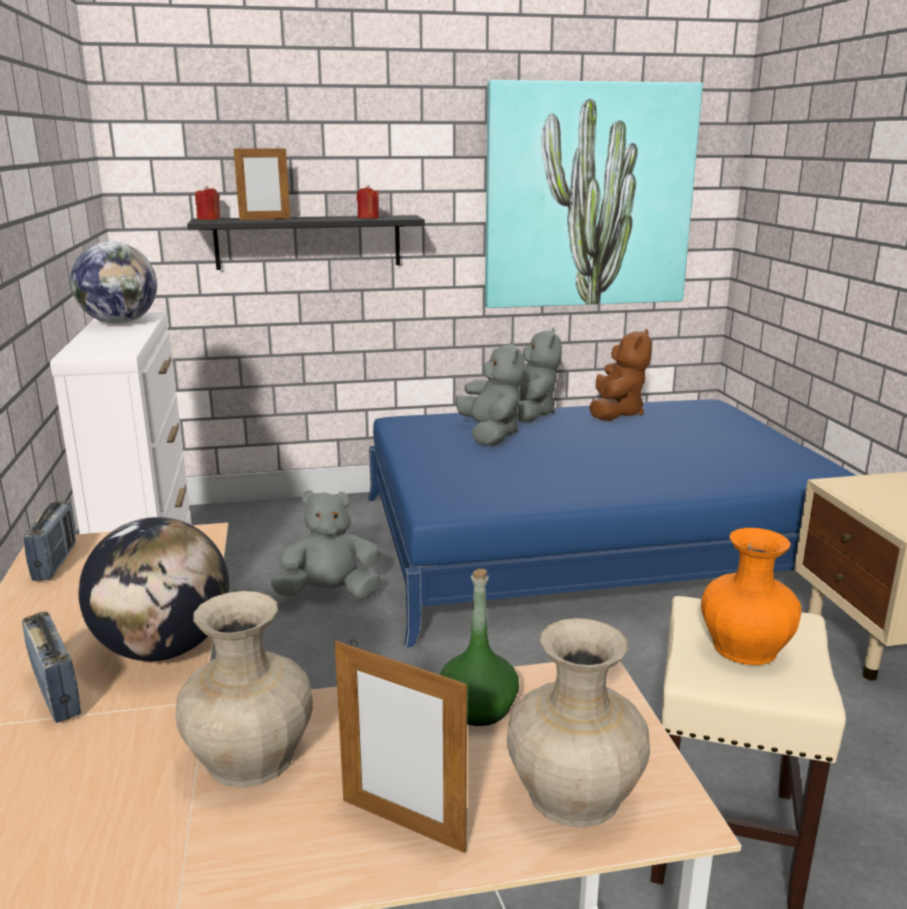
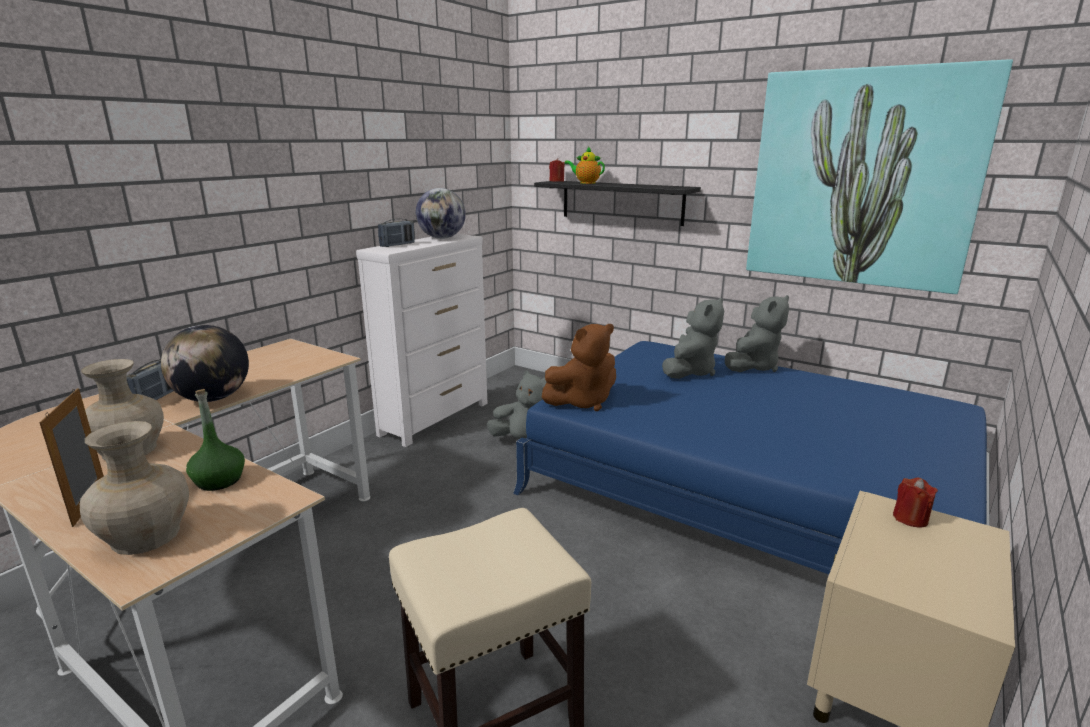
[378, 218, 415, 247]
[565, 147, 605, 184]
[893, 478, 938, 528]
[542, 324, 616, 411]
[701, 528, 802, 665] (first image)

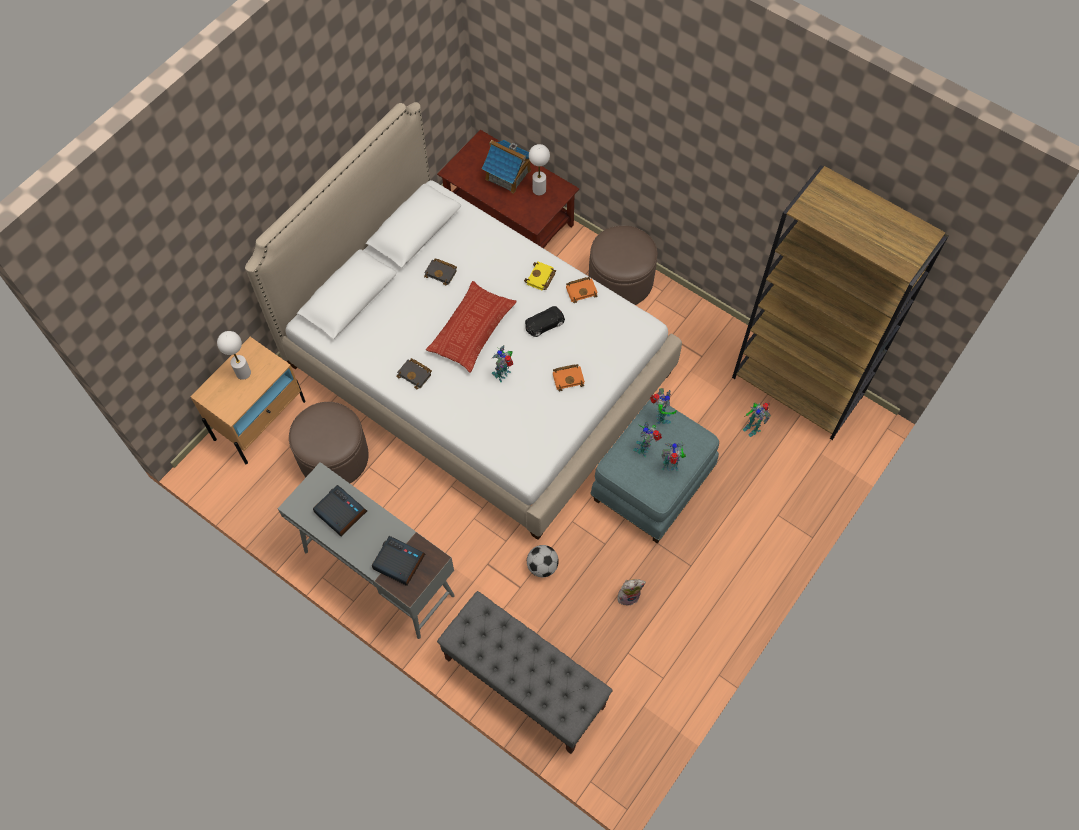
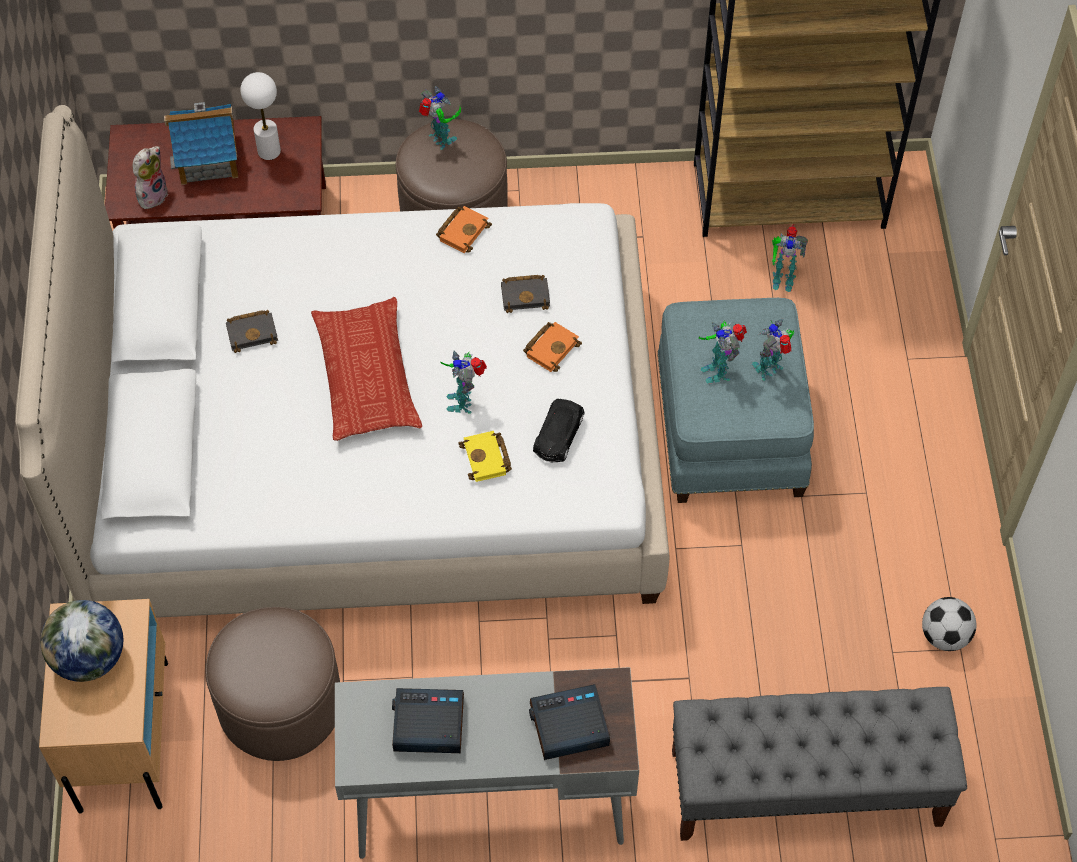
[40, 600, 123, 682]
[501, 275, 550, 313]
[459, 431, 512, 482]
[533, 399, 584, 462]
[922, 597, 976, 651]
[133, 146, 168, 209]
[419, 86, 461, 150]

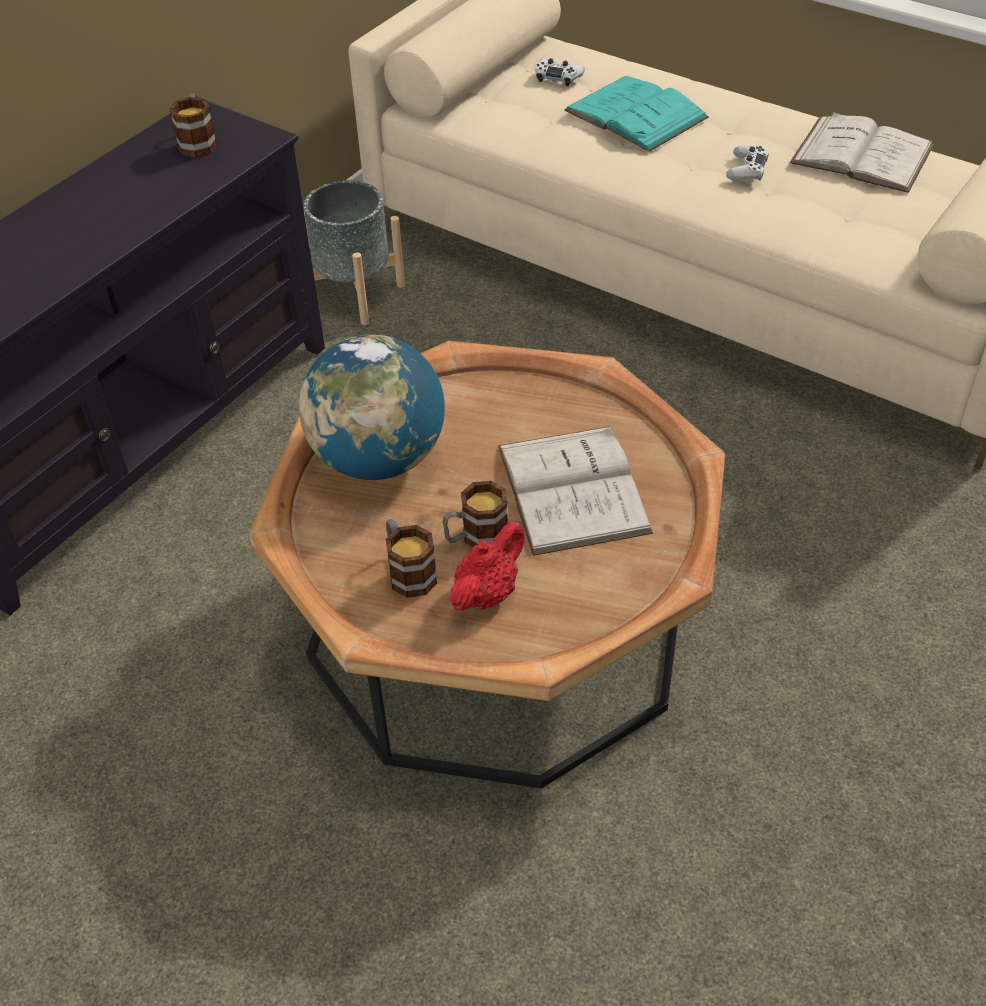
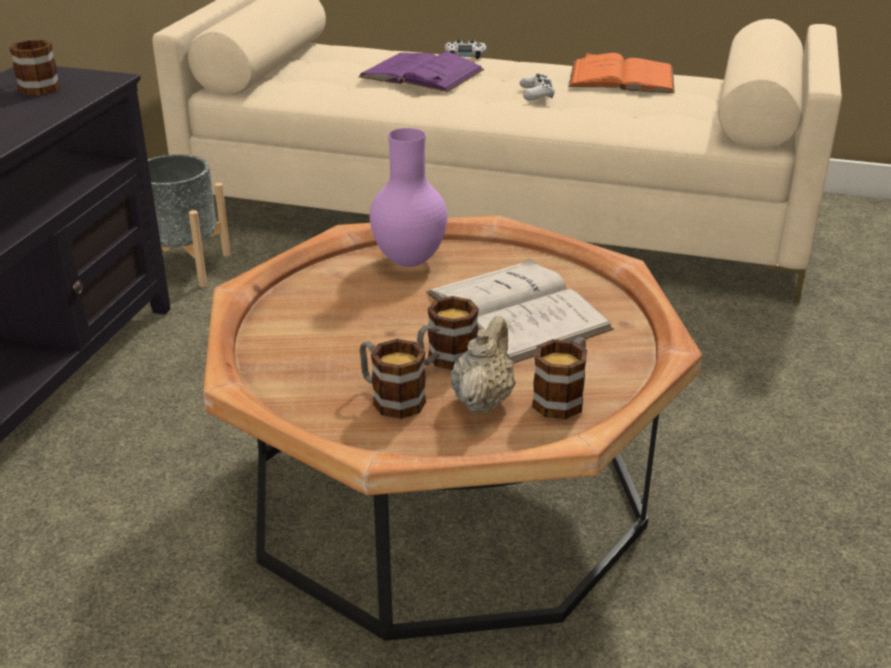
[299, 335, 445, 480] (first image)
[451, 316, 516, 413]
[445, 39, 486, 59]
[358, 52, 484, 92]
[569, 53, 675, 93]
[370, 128, 447, 267]
[532, 337, 587, 419]

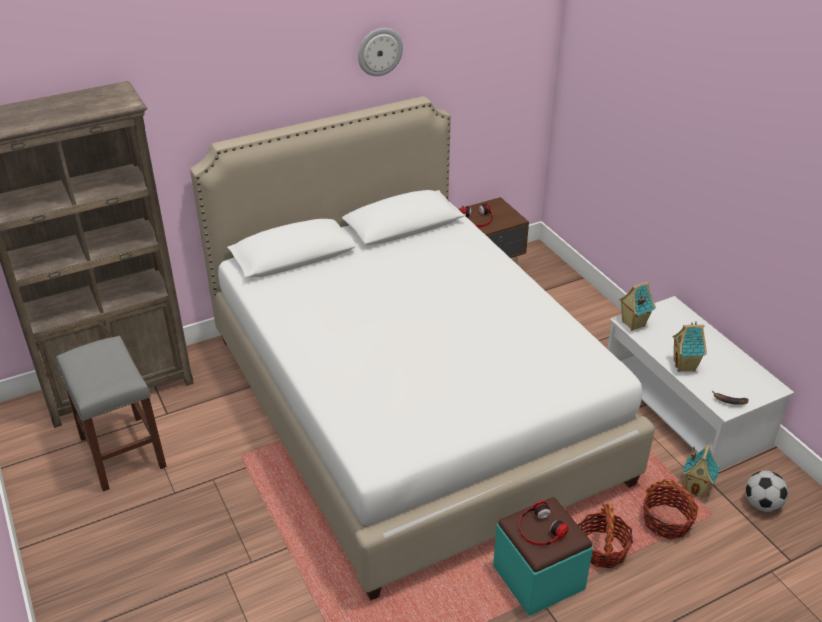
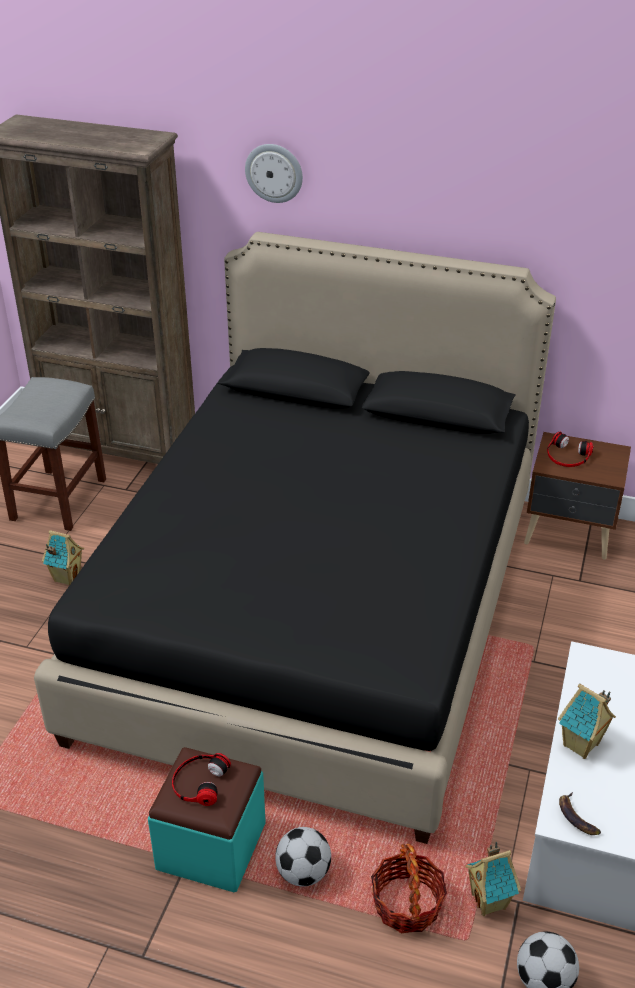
[34, 232, 556, 844]
[245, 144, 303, 203]
[275, 827, 331, 887]
[42, 530, 84, 586]

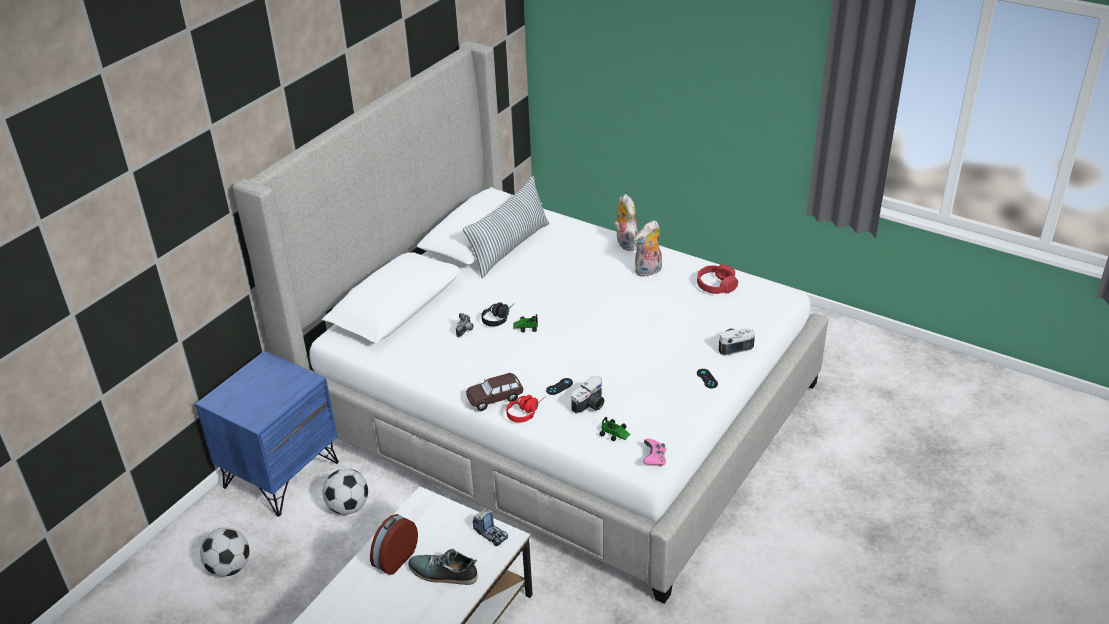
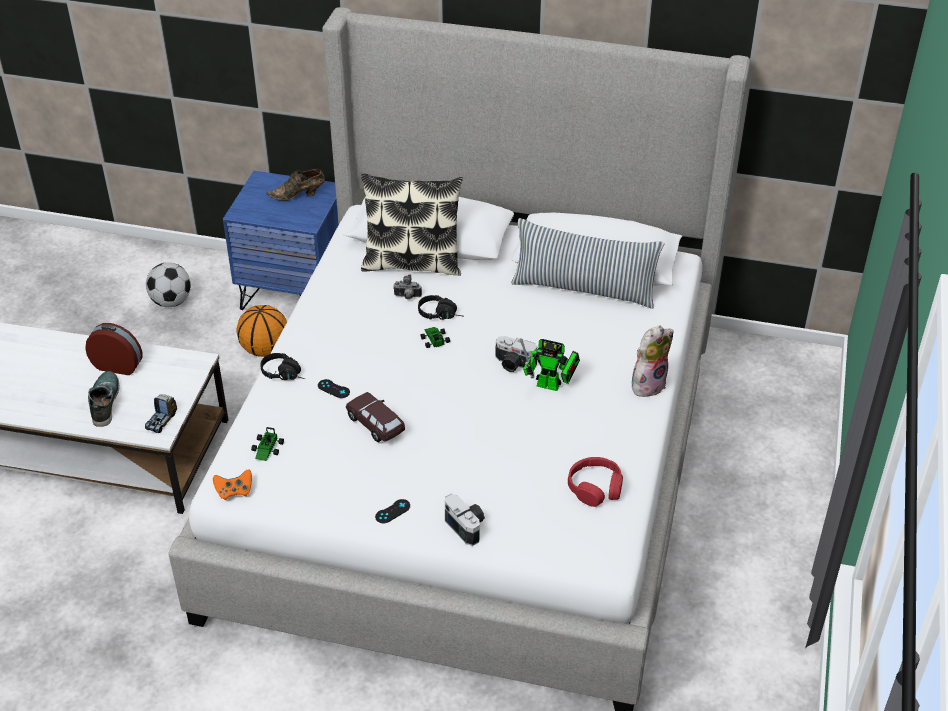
[236, 305, 287, 357]
[346, 392, 405, 442]
[261, 353, 305, 380]
[496, 336, 538, 372]
[633, 220, 662, 277] (first image)
[213, 469, 252, 500]
[266, 169, 325, 201]
[361, 173, 463, 276]
[521, 338, 580, 391]

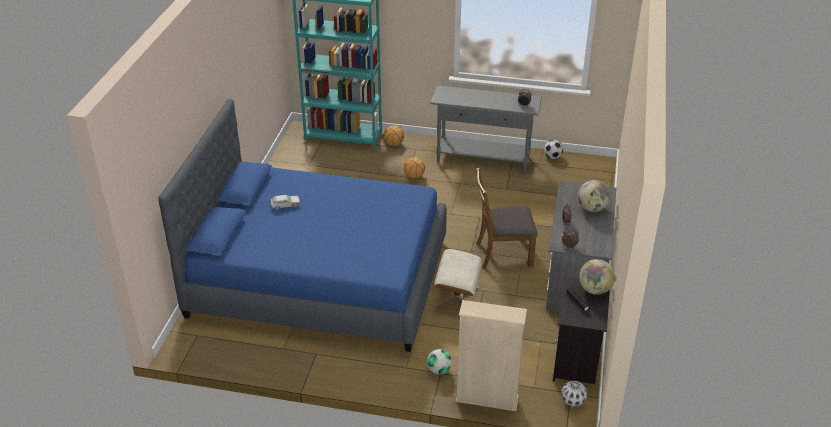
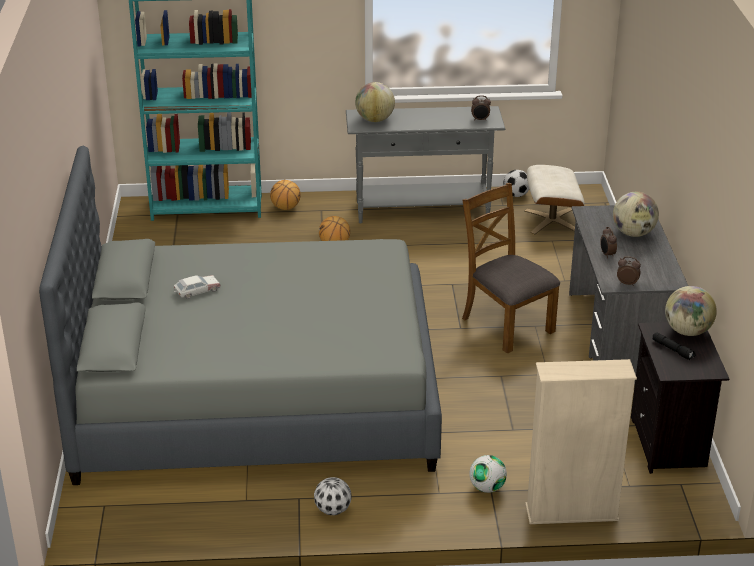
[39, 146, 442, 485]
[524, 165, 585, 235]
[462, 183, 560, 354]
[314, 477, 352, 515]
[355, 82, 395, 122]

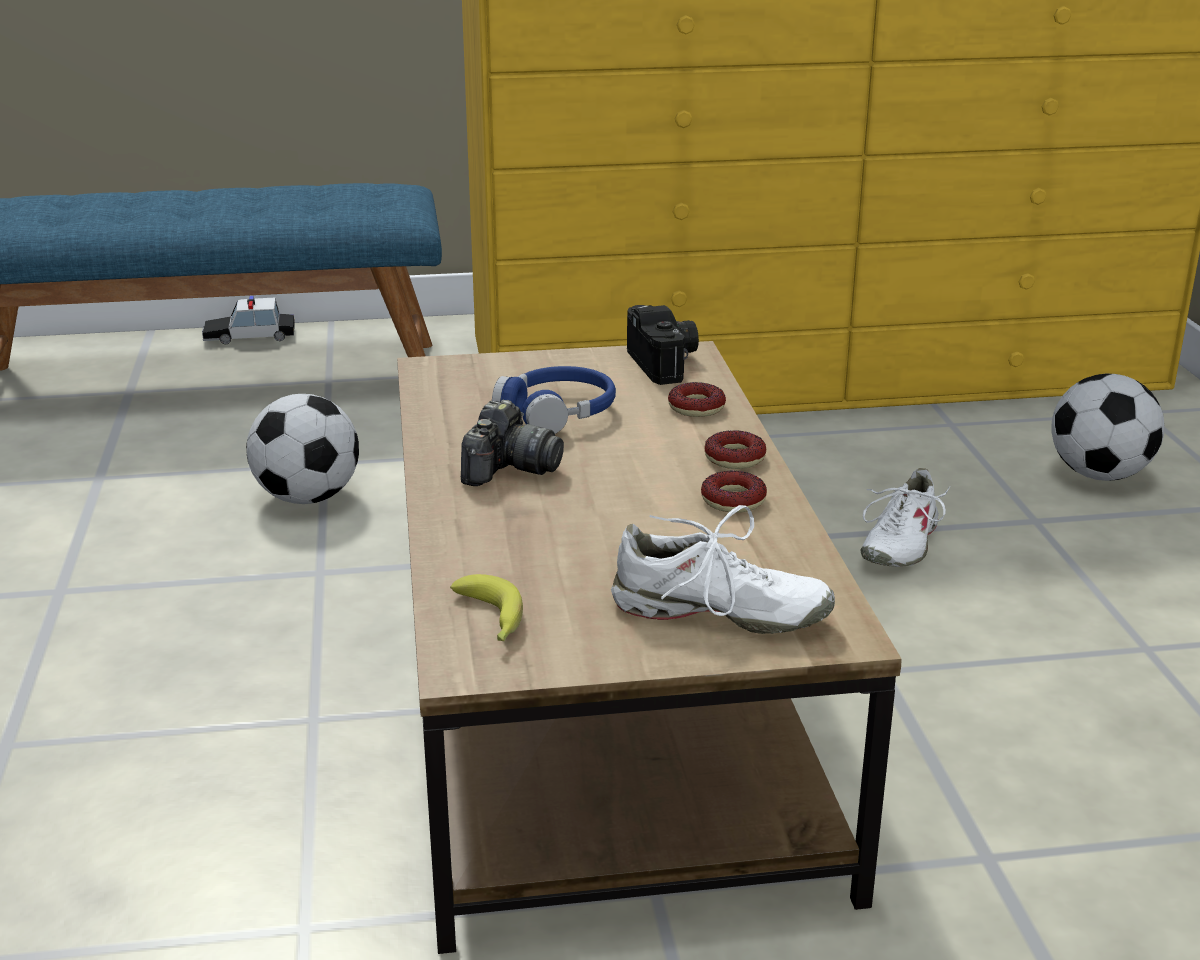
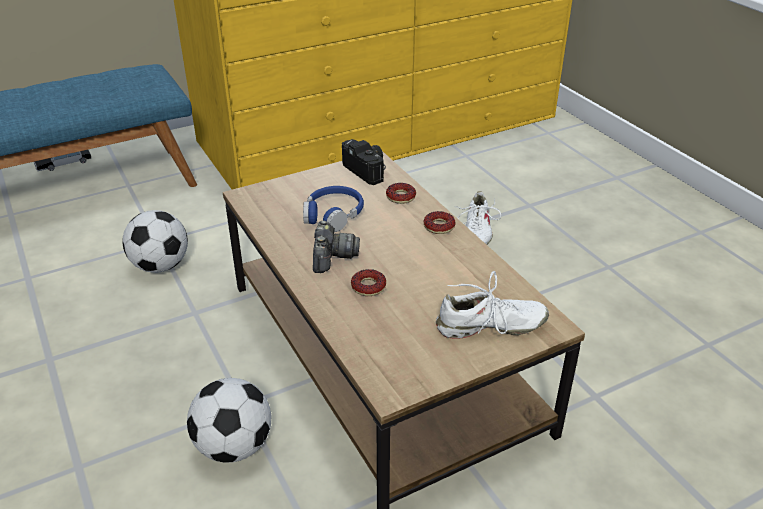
[450, 574, 523, 642] (first image)
[351, 269, 386, 296]
[187, 378, 271, 463]

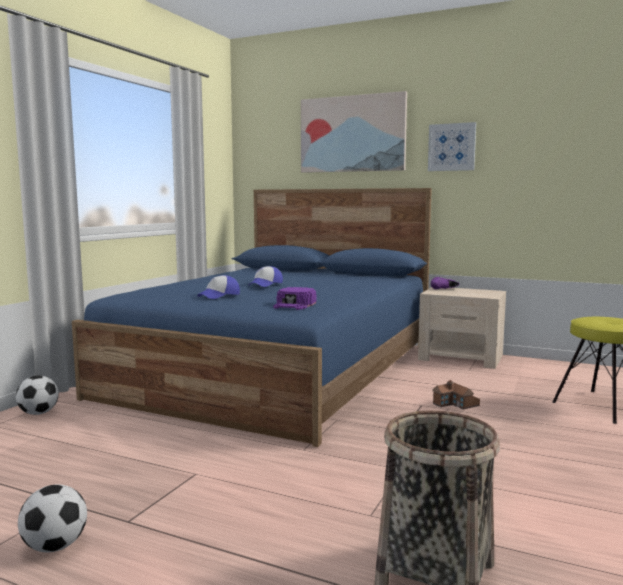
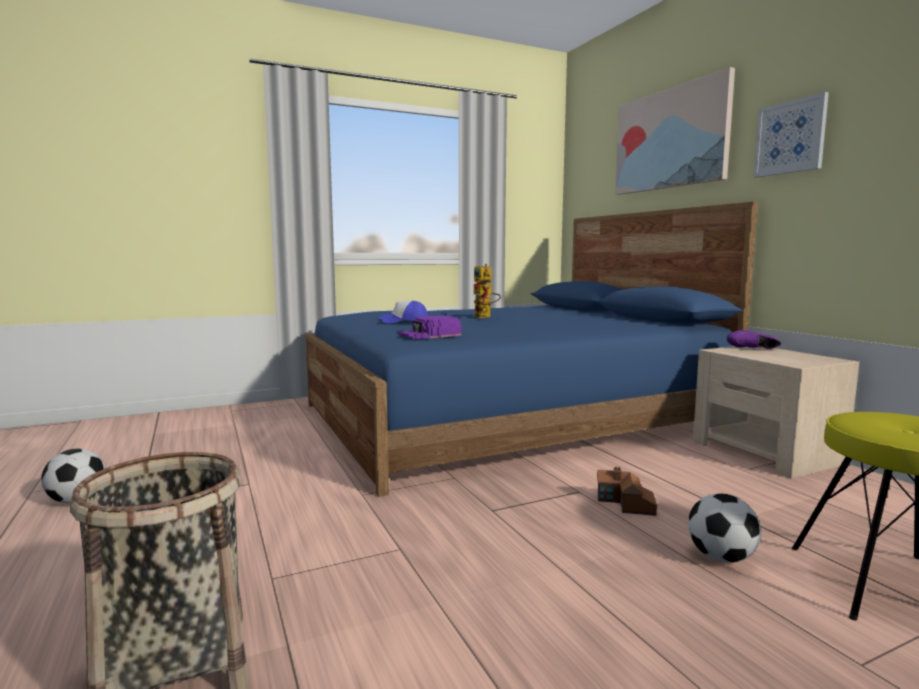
[688, 493, 761, 563]
[473, 264, 501, 318]

